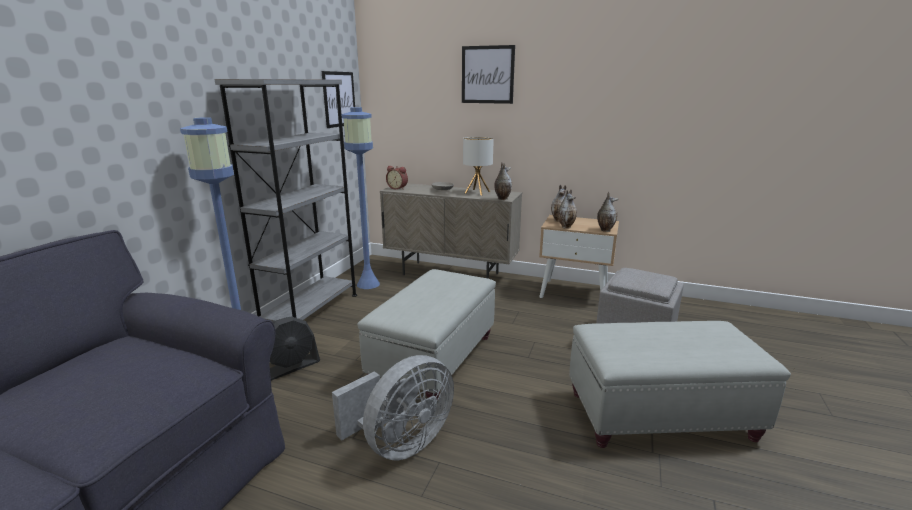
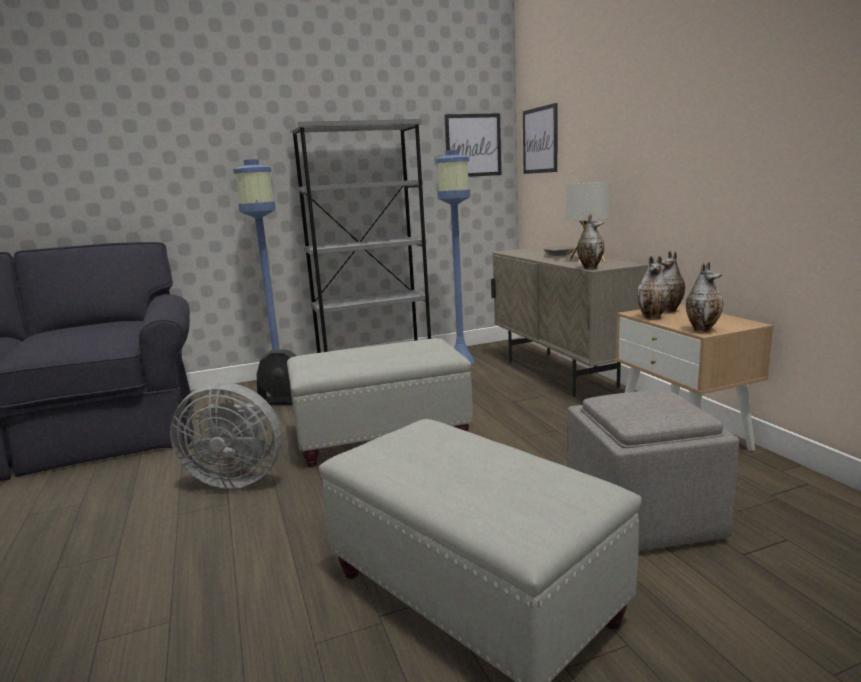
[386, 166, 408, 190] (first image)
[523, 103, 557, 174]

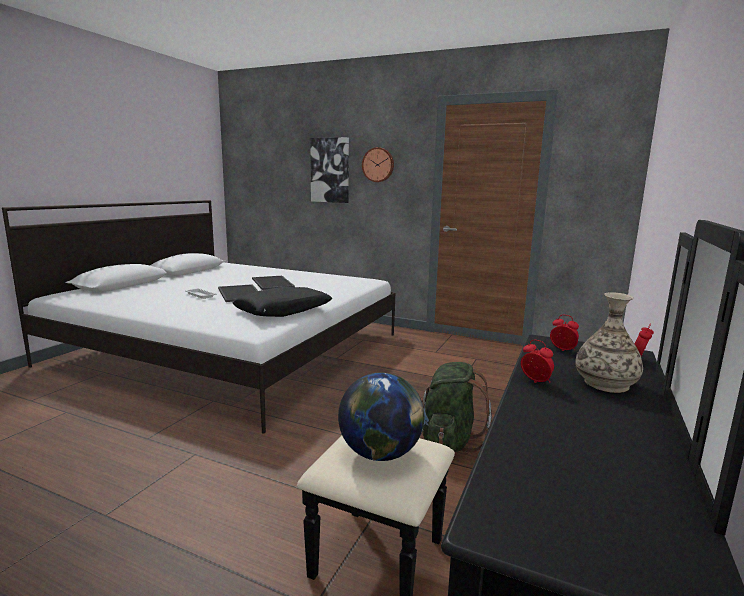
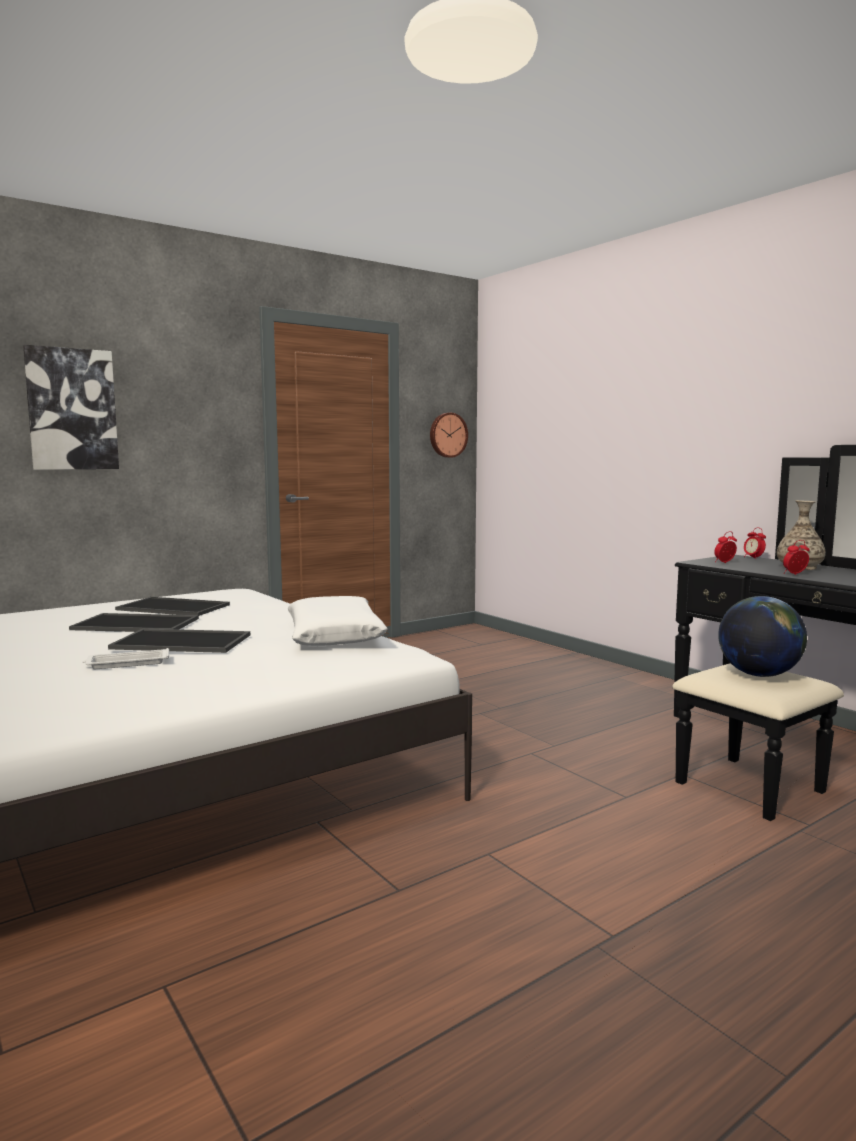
[288, 596, 387, 646]
[430, 413, 468, 458]
[421, 362, 492, 454] (first image)
[115, 597, 230, 616]

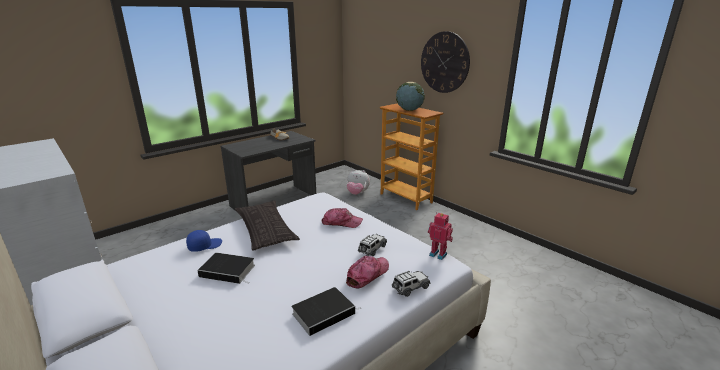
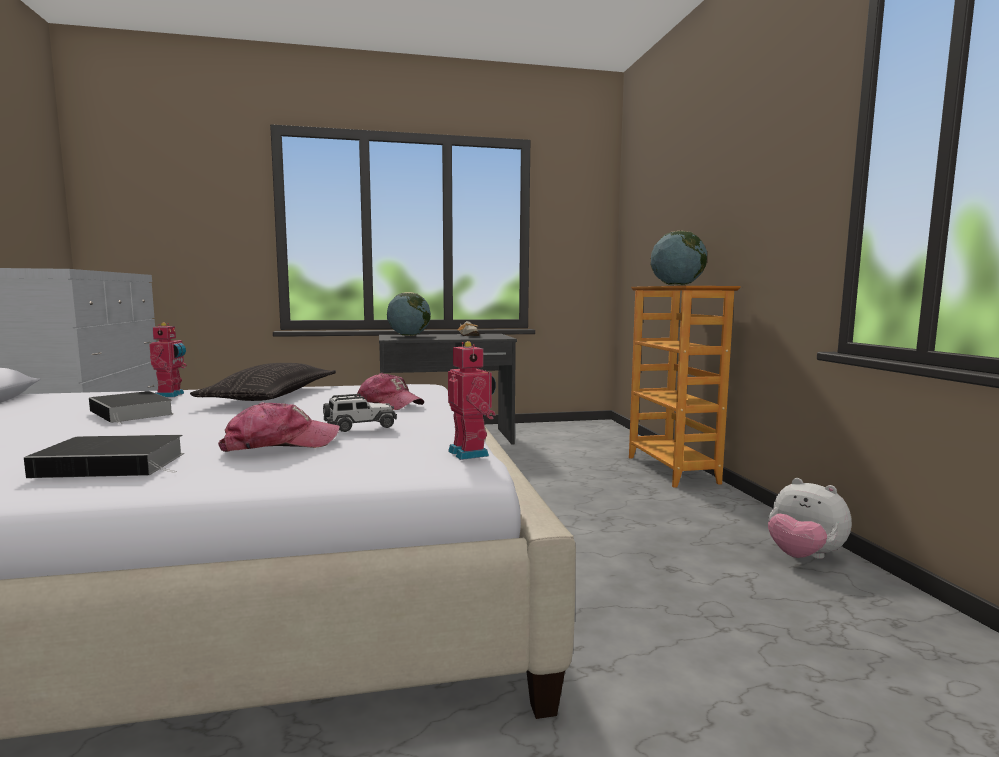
[149, 323, 187, 397]
[768, 478, 852, 559]
[391, 271, 431, 297] (first image)
[421, 31, 470, 93] (first image)
[387, 292, 431, 336]

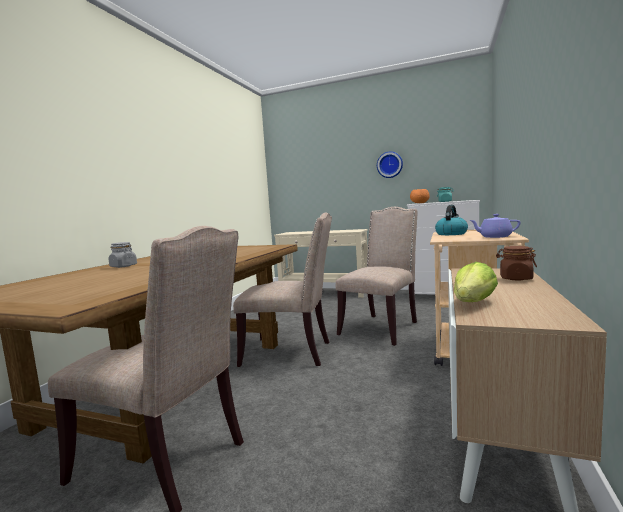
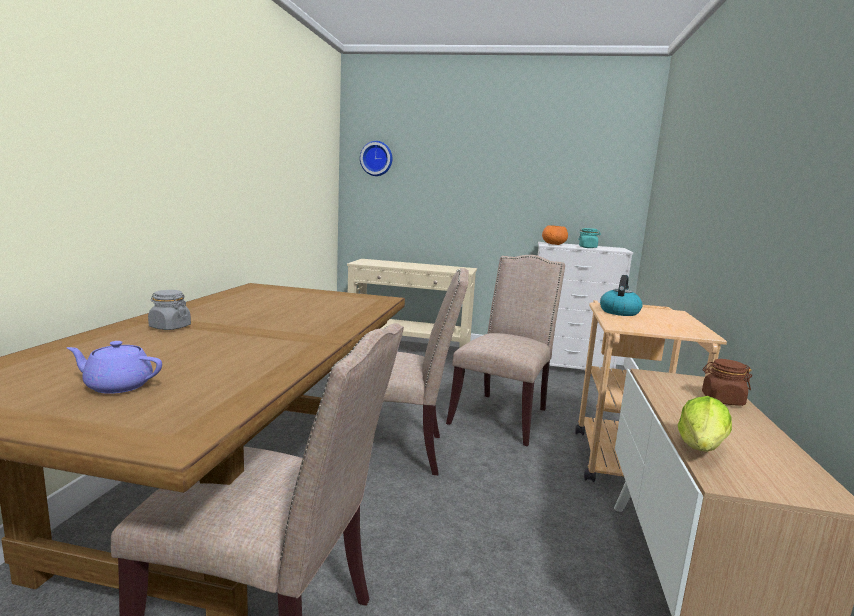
[360, 141, 392, 176]
[67, 341, 162, 394]

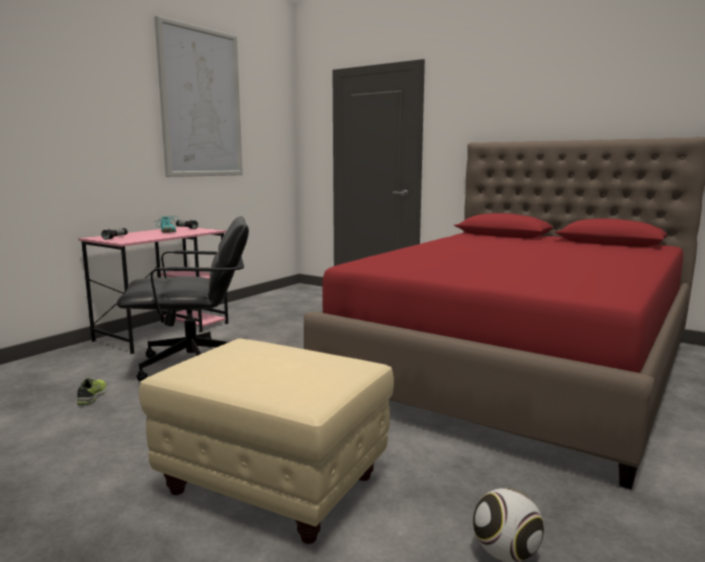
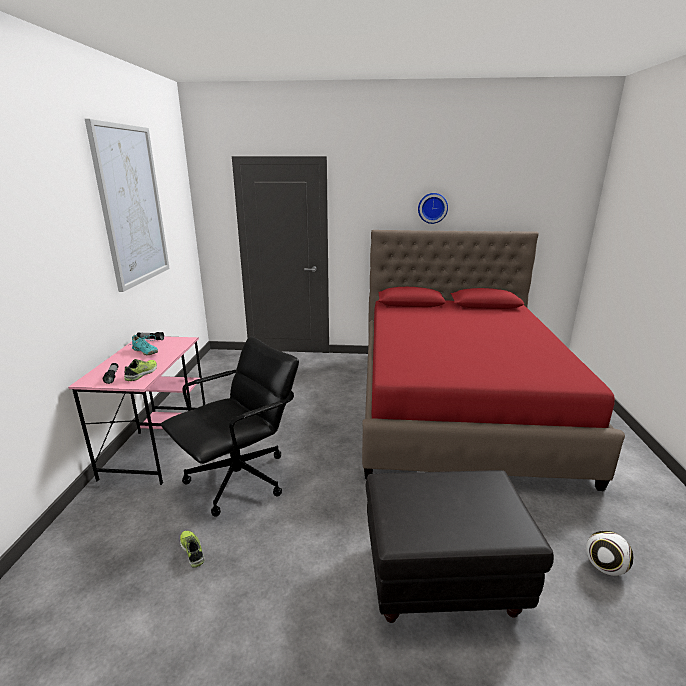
[366, 470, 554, 623]
[124, 359, 157, 381]
[418, 193, 448, 224]

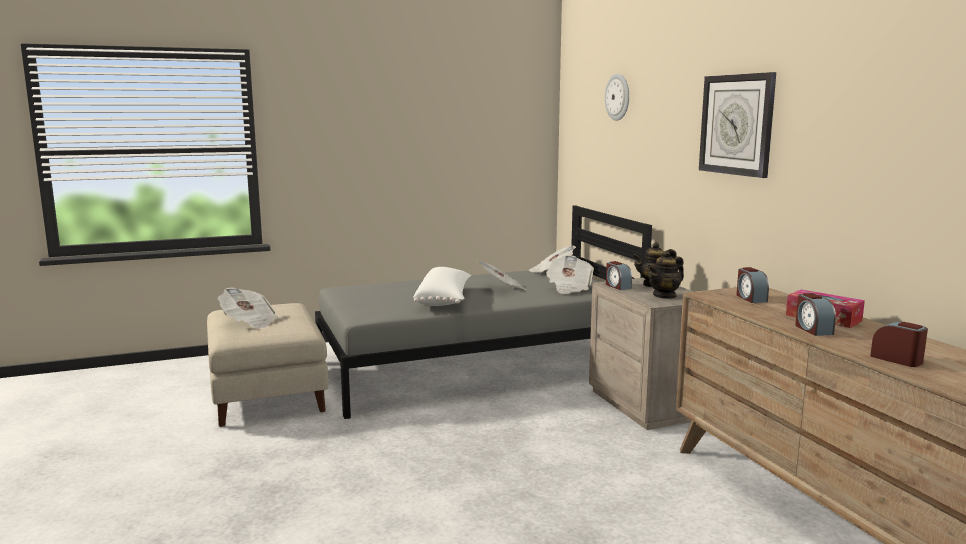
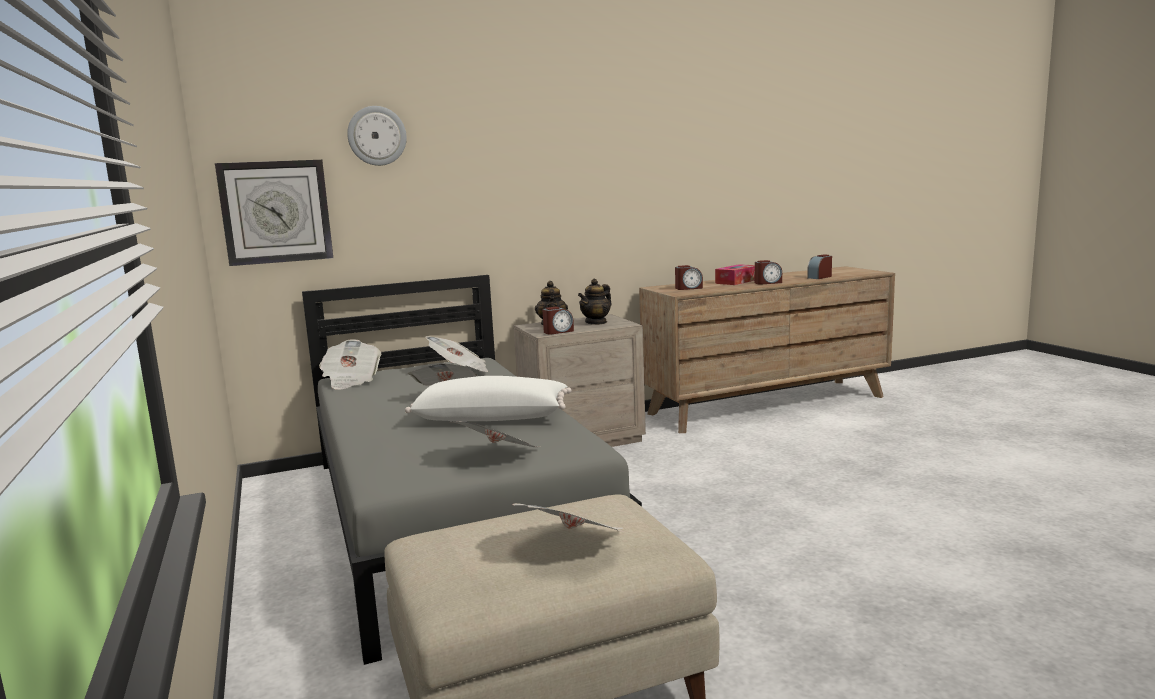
[578, 279, 612, 325]
[215, 160, 333, 266]
[451, 421, 536, 447]

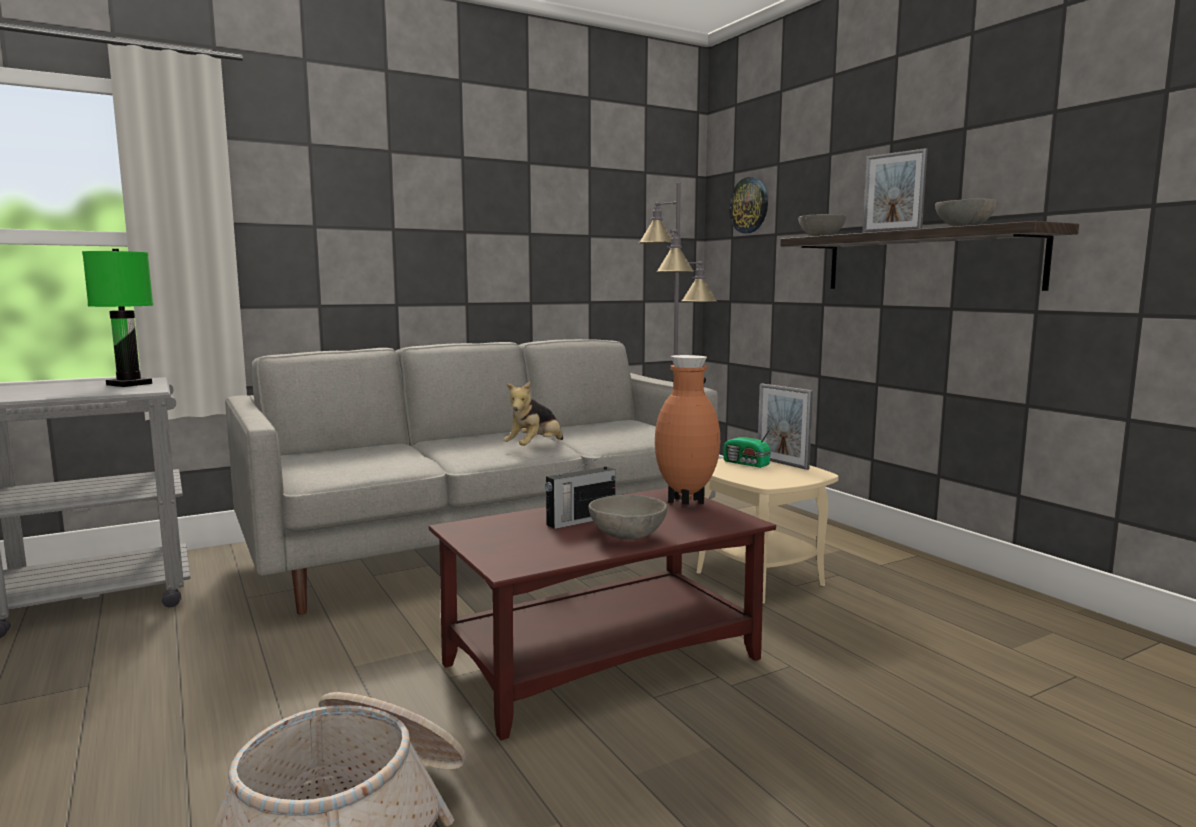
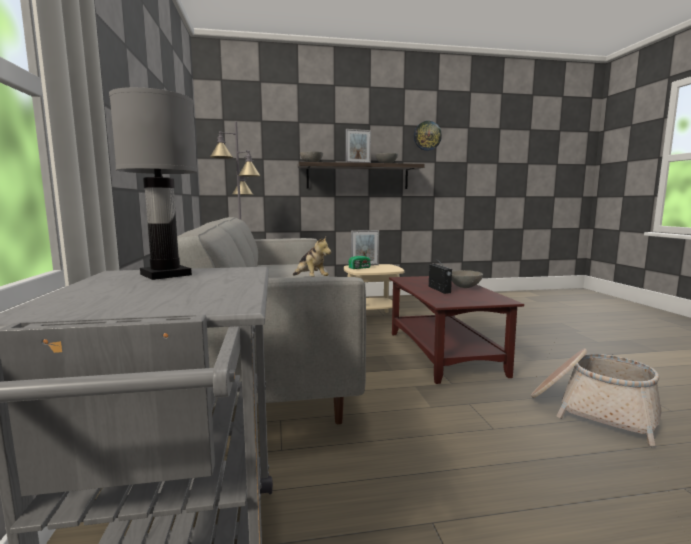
[109, 87, 197, 280]
[655, 355, 720, 505] (first image)
[414, 121, 442, 151]

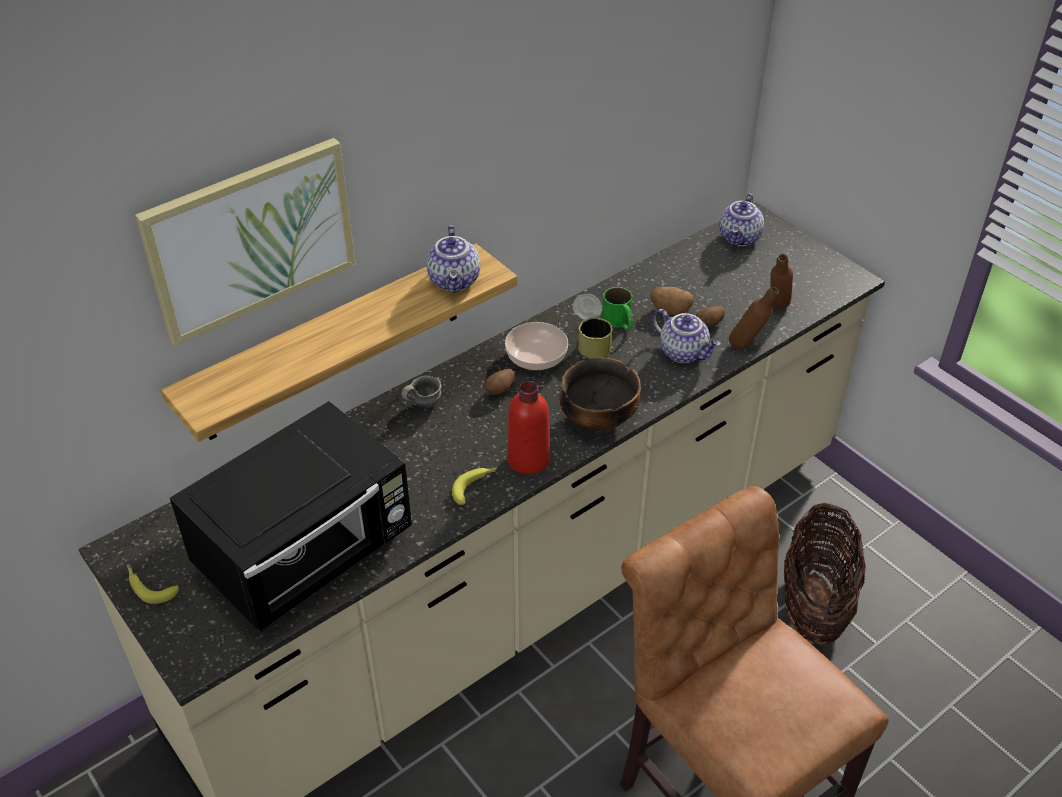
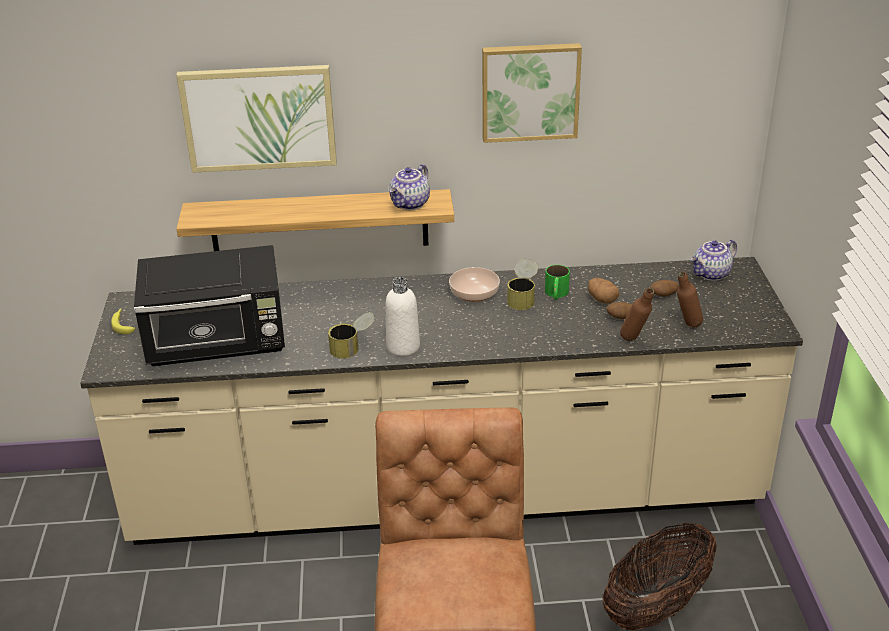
[401, 376, 441, 408] (first image)
[328, 313, 375, 359]
[650, 280, 679, 297]
[386, 277, 420, 356]
[560, 357, 641, 430] (first image)
[652, 309, 721, 363] (first image)
[482, 43, 582, 143]

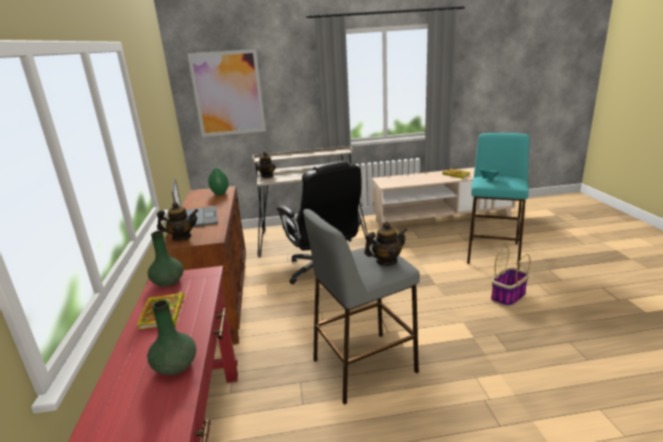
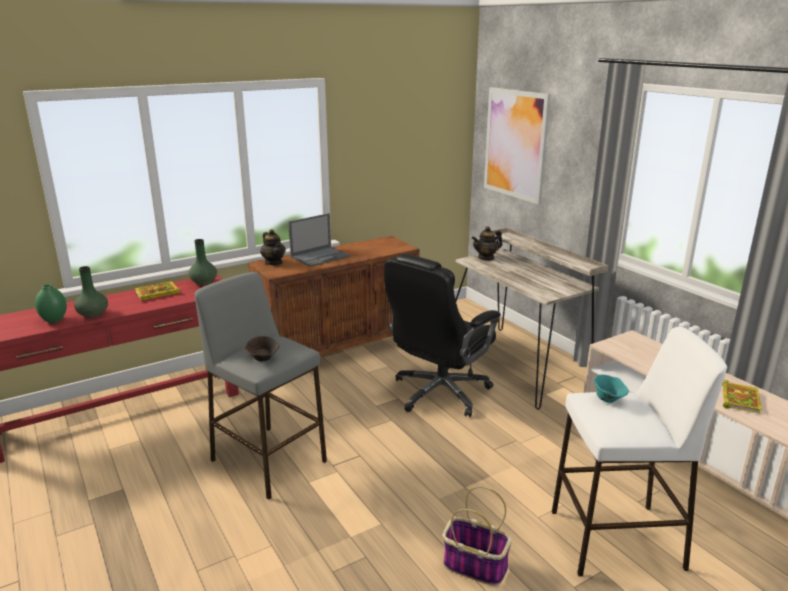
[35, 284, 67, 323]
[245, 336, 280, 361]
[552, 327, 727, 576]

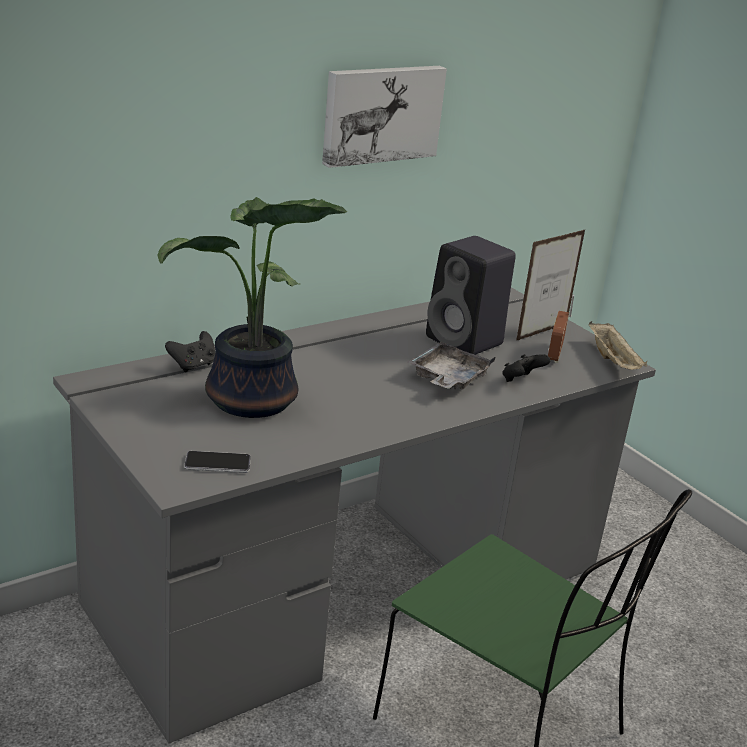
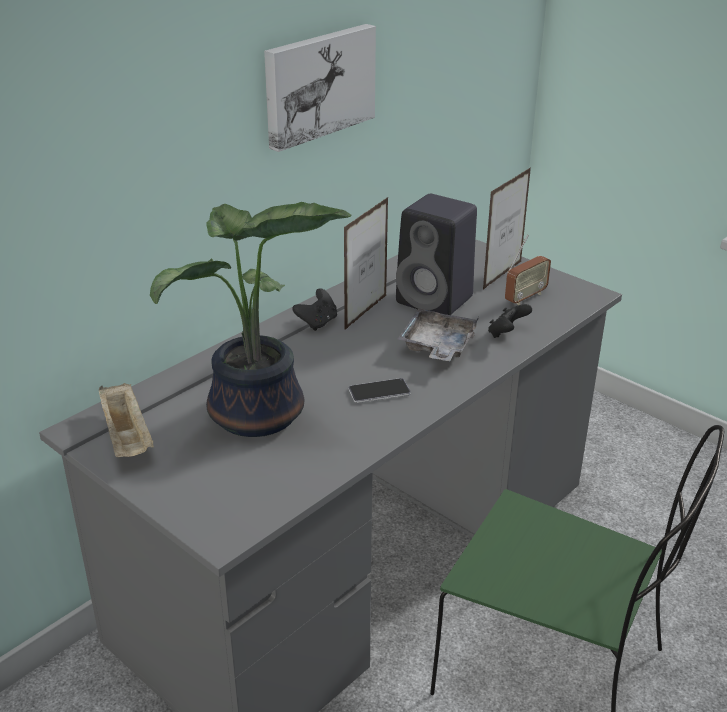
[292, 288, 337, 331]
[348, 378, 411, 403]
[505, 235, 551, 305]
[99, 383, 154, 457]
[344, 197, 388, 330]

